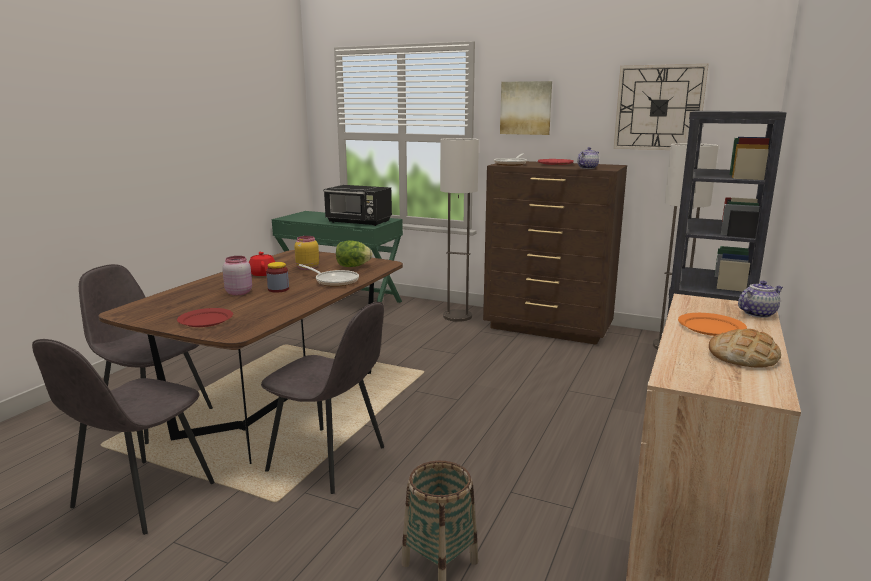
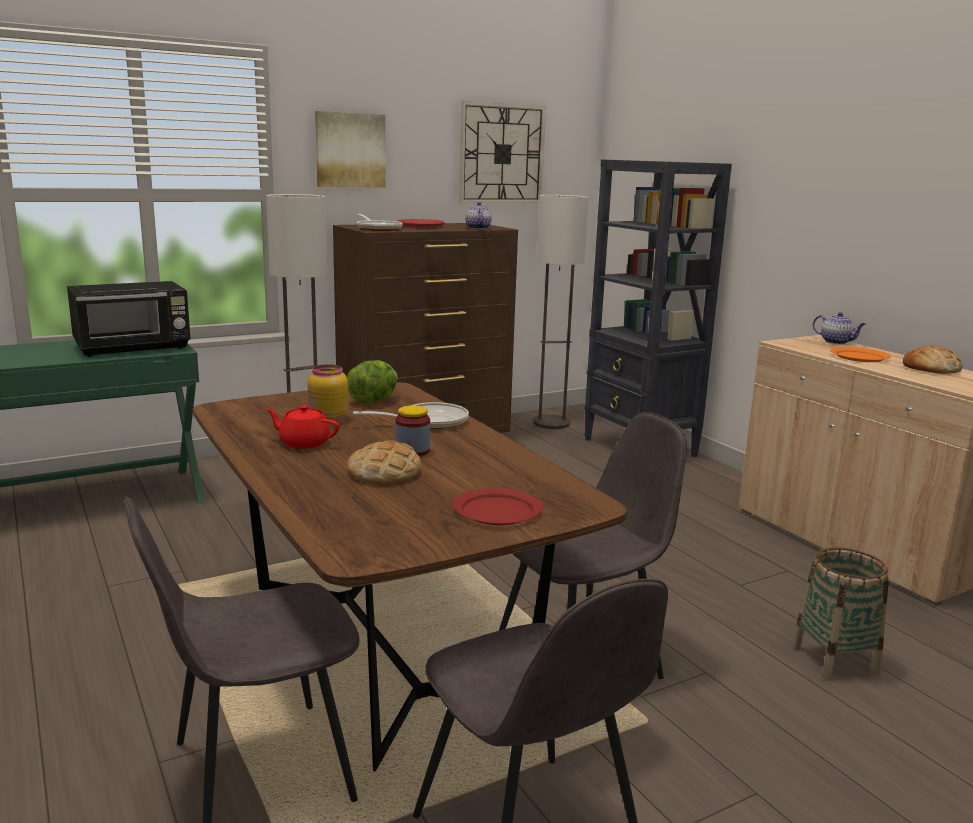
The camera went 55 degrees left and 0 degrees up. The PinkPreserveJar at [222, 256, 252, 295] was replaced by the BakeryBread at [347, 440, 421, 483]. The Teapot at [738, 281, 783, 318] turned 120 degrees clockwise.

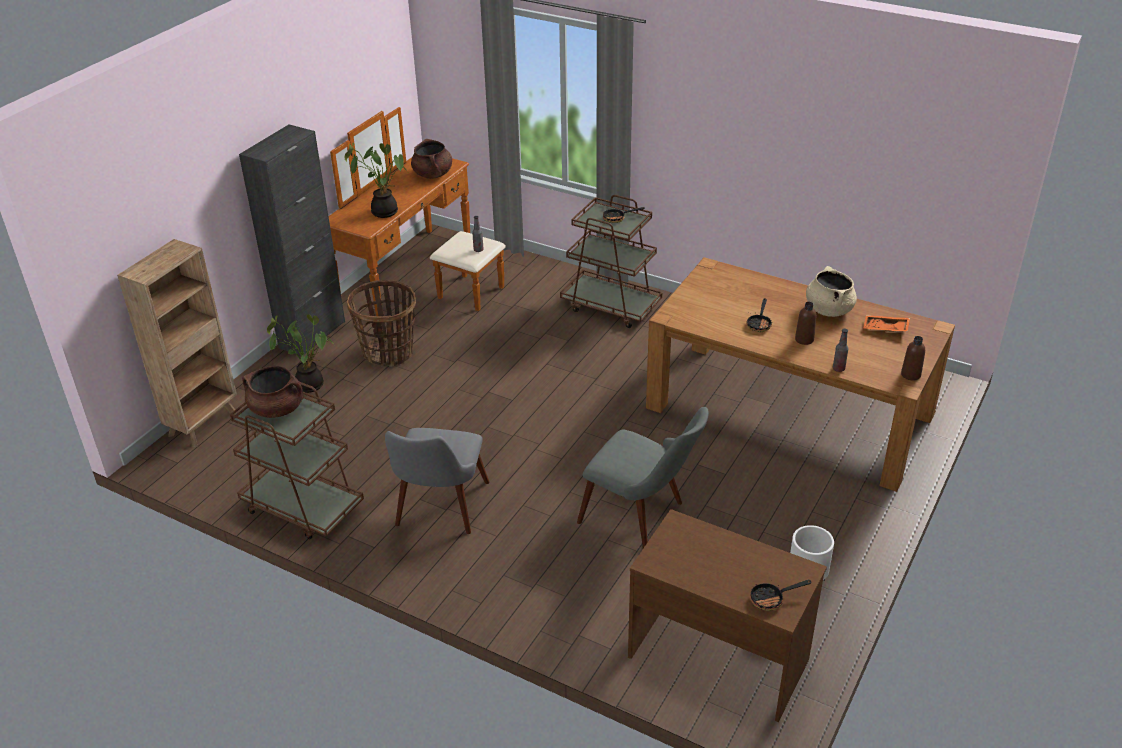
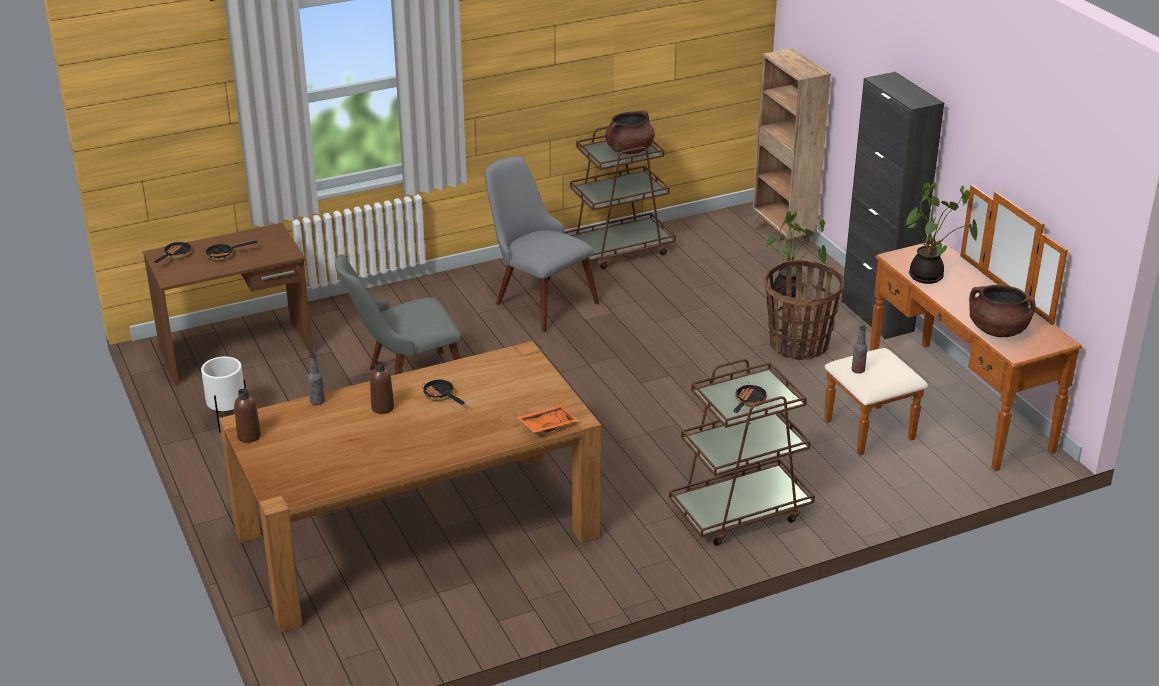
The camera went 125 degrees right and 5 degrees down. The FryingPan at [206, 240, 257, 261] appeared. The OrangeColouredTray moved from [863, 315, 910, 332] to [517, 405, 579, 433]. The BeigeColouredStockpot at [806, 266, 857, 317] disappeared.

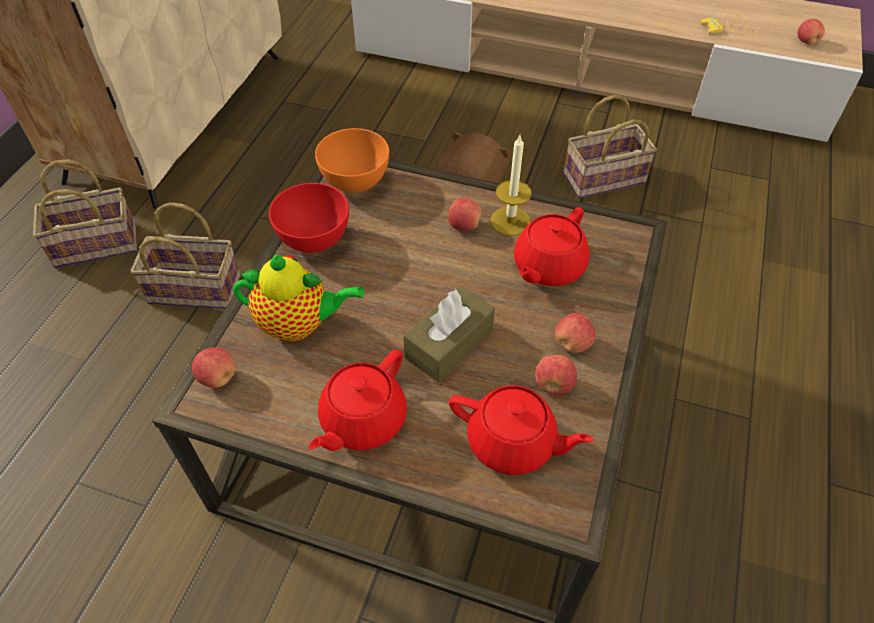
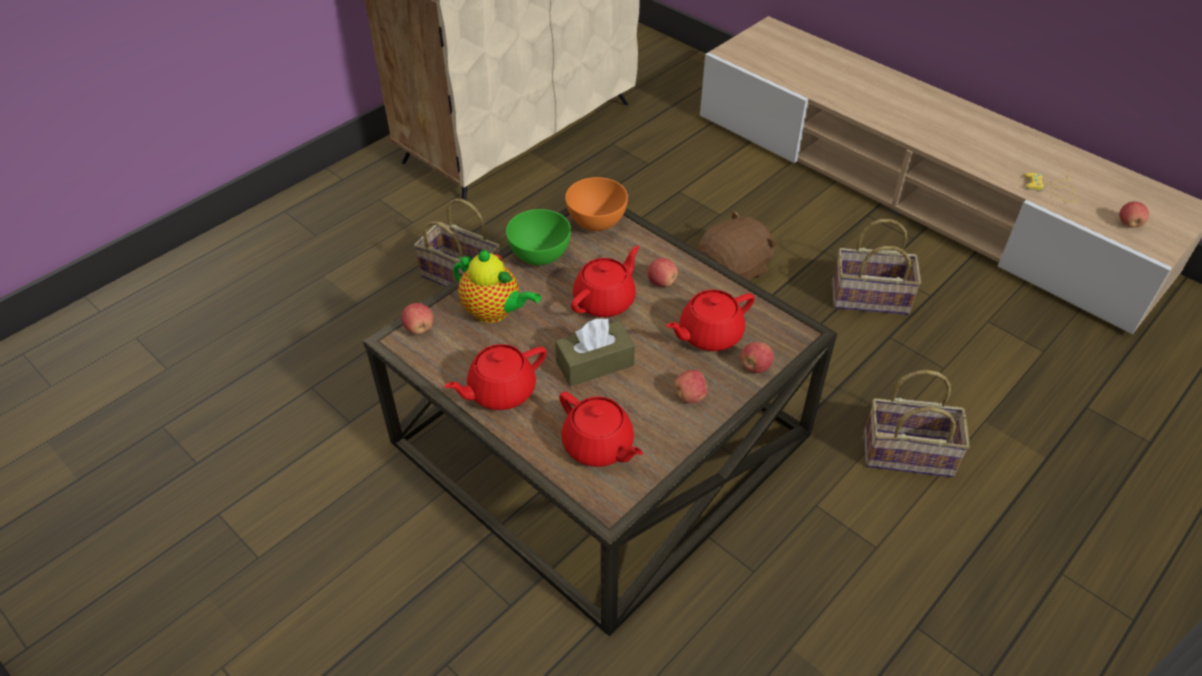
The camera went 25 degrees right and 5 degrees down. The ReddishBowl at [269, 183, 349, 253] became the GreenBowl at [506, 209, 571, 265]. The ReddishTeapot at [571, 245, 640, 317] appeared. The Apple moved from [535, 355, 577, 395] to [740, 342, 774, 373]. The StorageBasket moved from [33, 159, 137, 268] to [864, 370, 970, 477]. The WaxLight at [490, 135, 532, 236] disappeared.

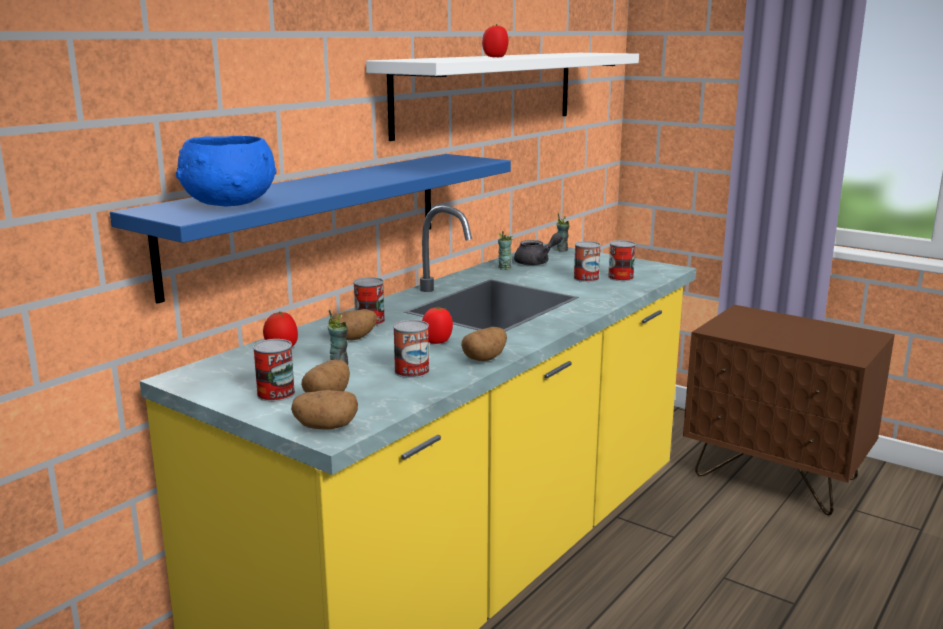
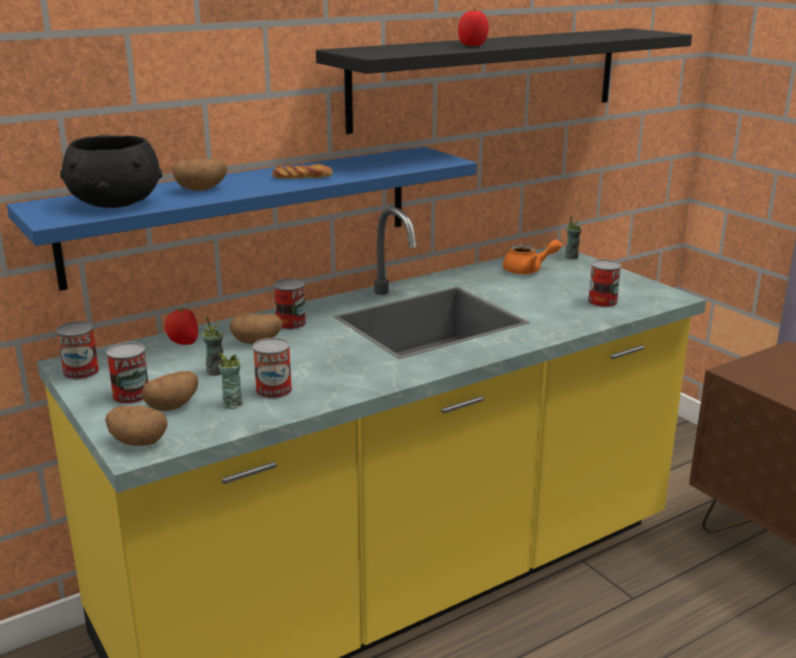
The camera went 20 degrees right and 5 degrees up. The Can moved from [574, 241, 601, 282] to [56, 321, 99, 380]. The BlueBowl at [176, 136, 277, 206] became the BlackishBowl at [60, 135, 162, 208]. The WholePotato moved from [461, 327, 507, 361] to [173, 158, 228, 191]. The DrinkingCup moved from [498, 231, 513, 270] to [218, 353, 243, 409]. The BakeryBread at [272, 164, 333, 179] appeared. The WhiteWallShelf at [366, 53, 639, 141] became the BlackishWallShelf at [316, 28, 692, 134]. The GrayTeapot at [514, 233, 563, 266] became the OrangeColouredTeapot at [503, 239, 562, 274]. The Tomato at [422, 307, 453, 344] disappeared.

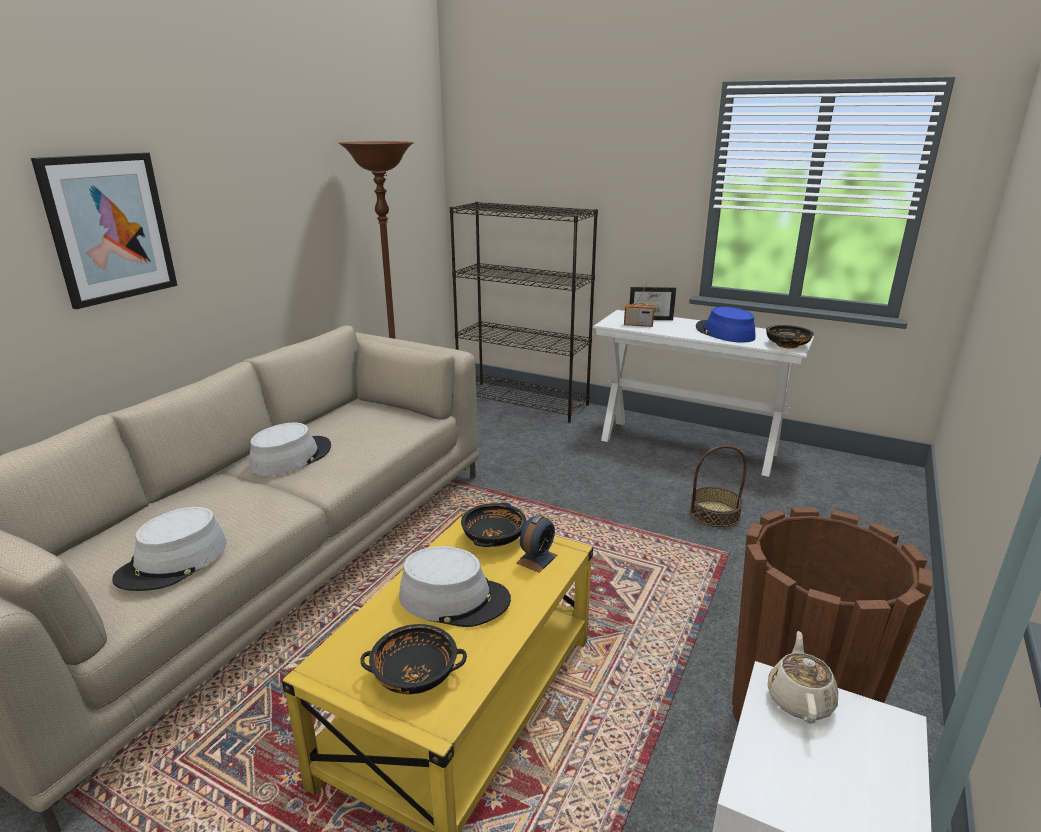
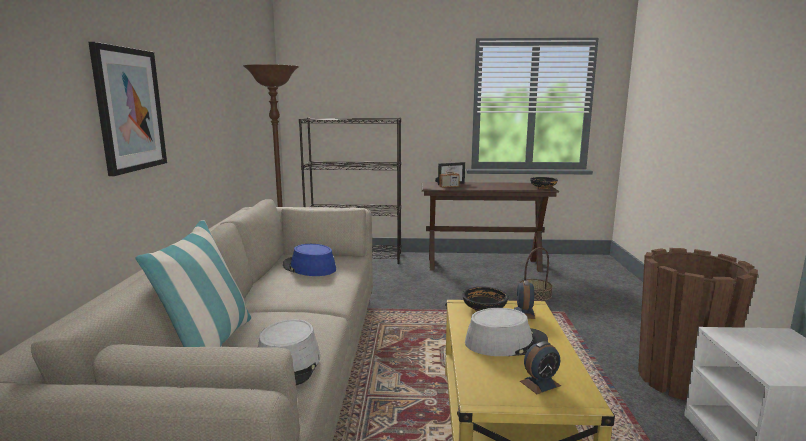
The camera went 25 degrees left and 10 degrees down. The Cushion at [135, 220, 251, 347] appeared. The BlueClothingHat moved from [696, 307, 755, 343] to [283, 244, 336, 276]. The WhiteConsoleTable at [593, 310, 814, 477] became the BrownColouredConsoleTable at [422, 182, 559, 272]. The BlackishBowl at [361, 624, 467, 694] was replaced by the AlarmClock at [520, 341, 561, 394]. The GrayClothingHat at [249, 423, 331, 476] disappeared. The BeigeColouredTeapot at [767, 631, 838, 724] disappeared.

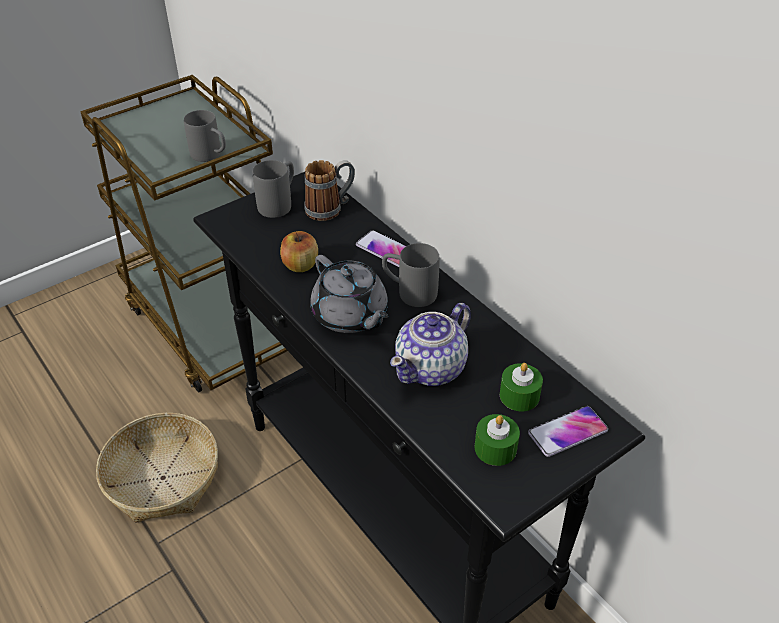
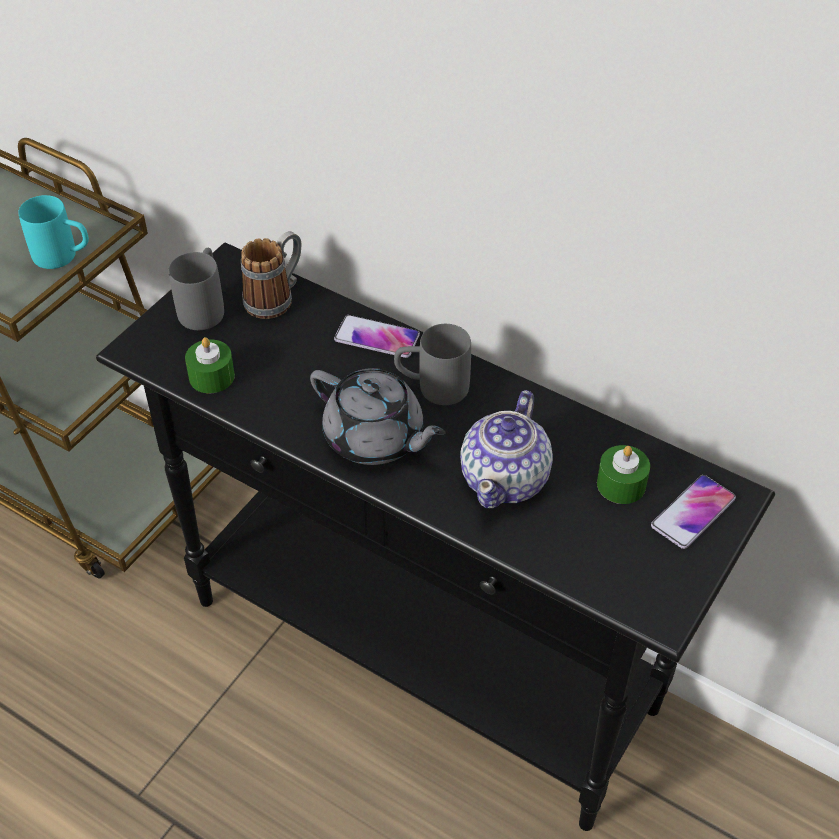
The camera went 20 degrees left and 5 degrees up. The GrayMug at [184, 110, 226, 162] became the TurquoiseColouredMug at [18, 195, 89, 269]. The GreenWaxLight moved from [475, 414, 520, 466] to [185, 337, 235, 393]. The StorageBasket at [96, 413, 218, 523] disappeared. The Apple at [280, 231, 318, 272] disappeared.

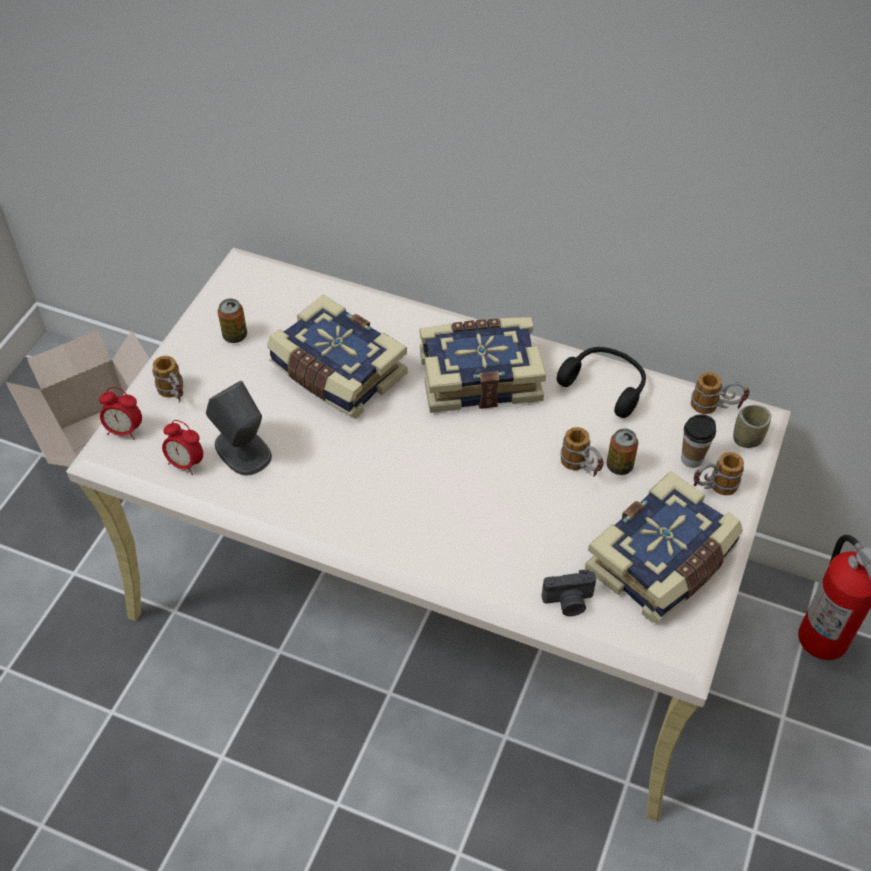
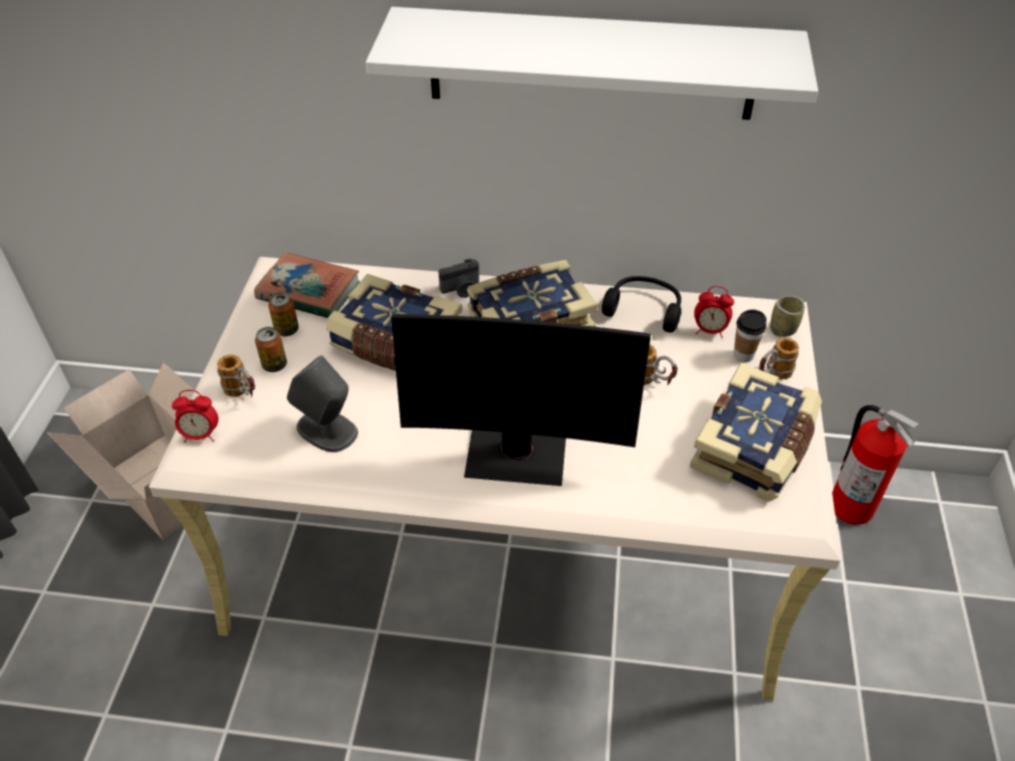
The camera went 15 degrees left and 5 degrees down. The Book at [254, 252, 360, 318] appeared. The Can moved from [607, 428, 638, 475] to [255, 327, 287, 372]. The WhiteWallShelf at [366, 7, 818, 120] appeared. The Monitor at [391, 314, 651, 486] appeared. The StillCamera moved from [542, 570, 596, 616] to [439, 258, 479, 298]. The AlarmClock moved from [162, 420, 203, 475] to [694, 286, 734, 338]. The Mug at [691, 372, 750, 414] disappeared.

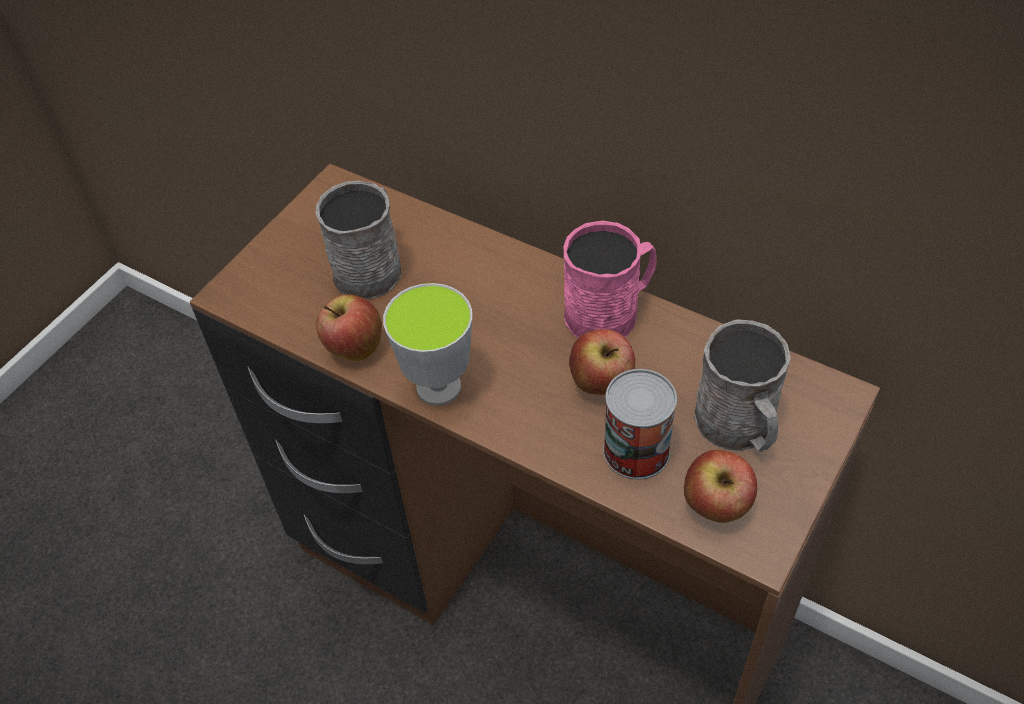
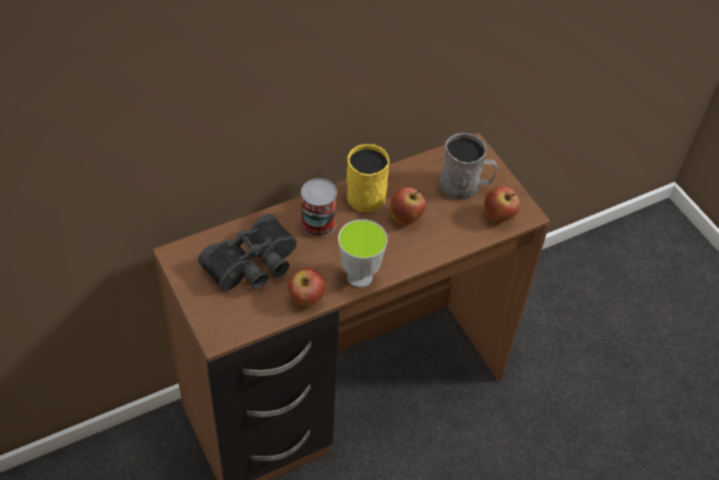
The camera went 65 degrees left and 0 degrees up. The GrayMug at [315, 181, 401, 299] was replaced by the BlackishBinoculars at [198, 214, 297, 291]. The Can moved from [603, 369, 677, 480] to [301, 178, 337, 237]. The PinkMug at [564, 220, 657, 338] became the YellowMug at [347, 144, 390, 212].

